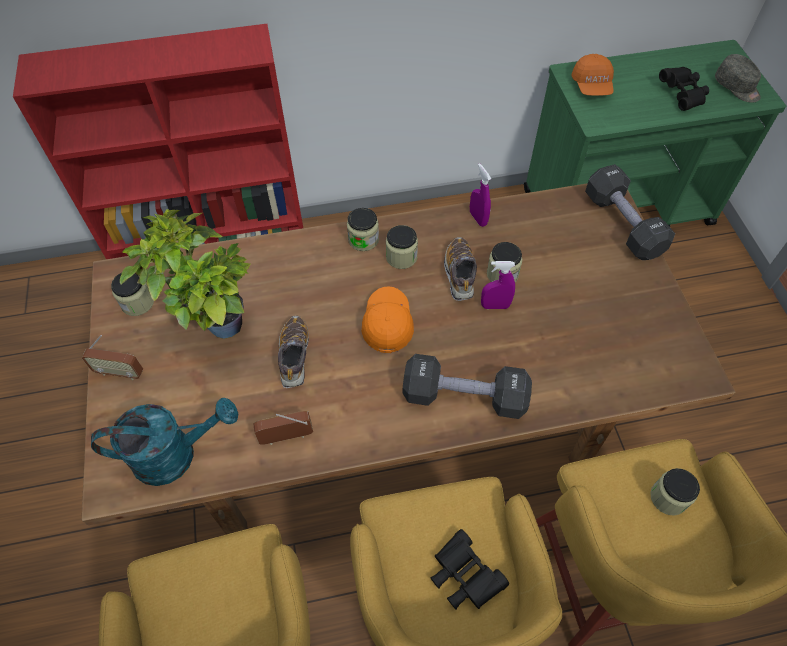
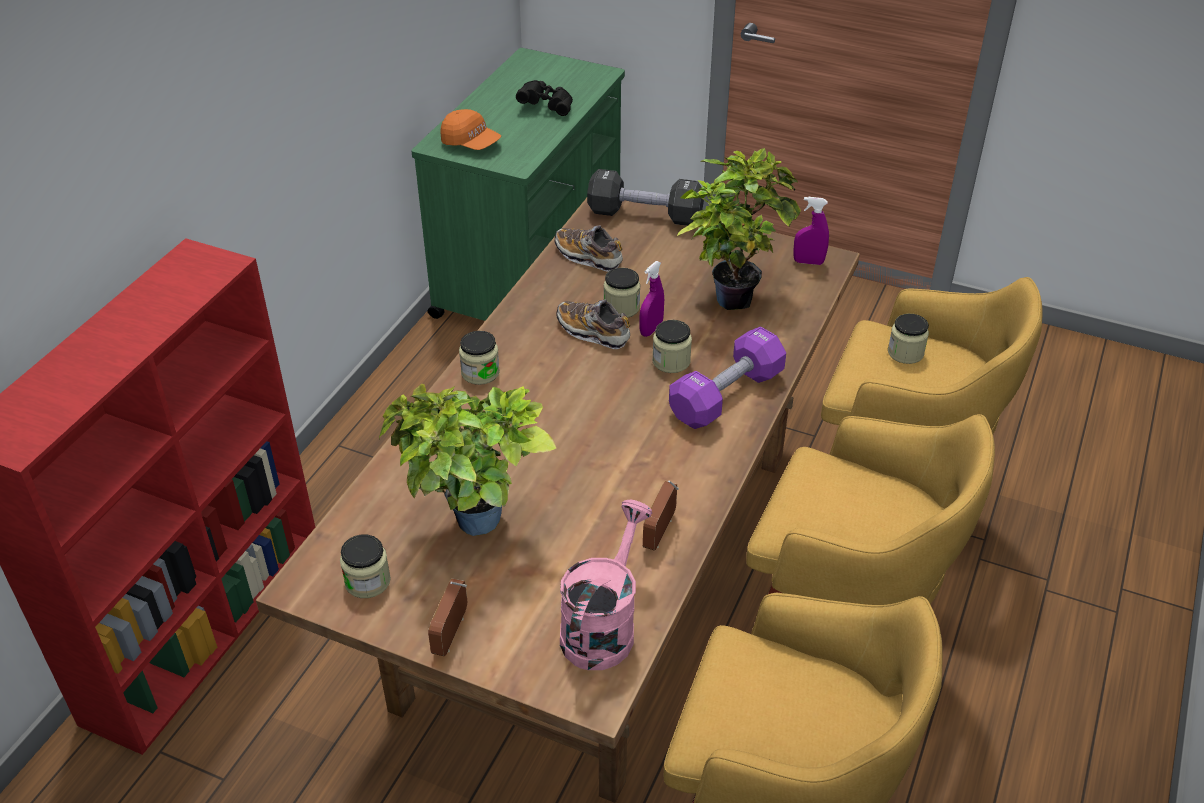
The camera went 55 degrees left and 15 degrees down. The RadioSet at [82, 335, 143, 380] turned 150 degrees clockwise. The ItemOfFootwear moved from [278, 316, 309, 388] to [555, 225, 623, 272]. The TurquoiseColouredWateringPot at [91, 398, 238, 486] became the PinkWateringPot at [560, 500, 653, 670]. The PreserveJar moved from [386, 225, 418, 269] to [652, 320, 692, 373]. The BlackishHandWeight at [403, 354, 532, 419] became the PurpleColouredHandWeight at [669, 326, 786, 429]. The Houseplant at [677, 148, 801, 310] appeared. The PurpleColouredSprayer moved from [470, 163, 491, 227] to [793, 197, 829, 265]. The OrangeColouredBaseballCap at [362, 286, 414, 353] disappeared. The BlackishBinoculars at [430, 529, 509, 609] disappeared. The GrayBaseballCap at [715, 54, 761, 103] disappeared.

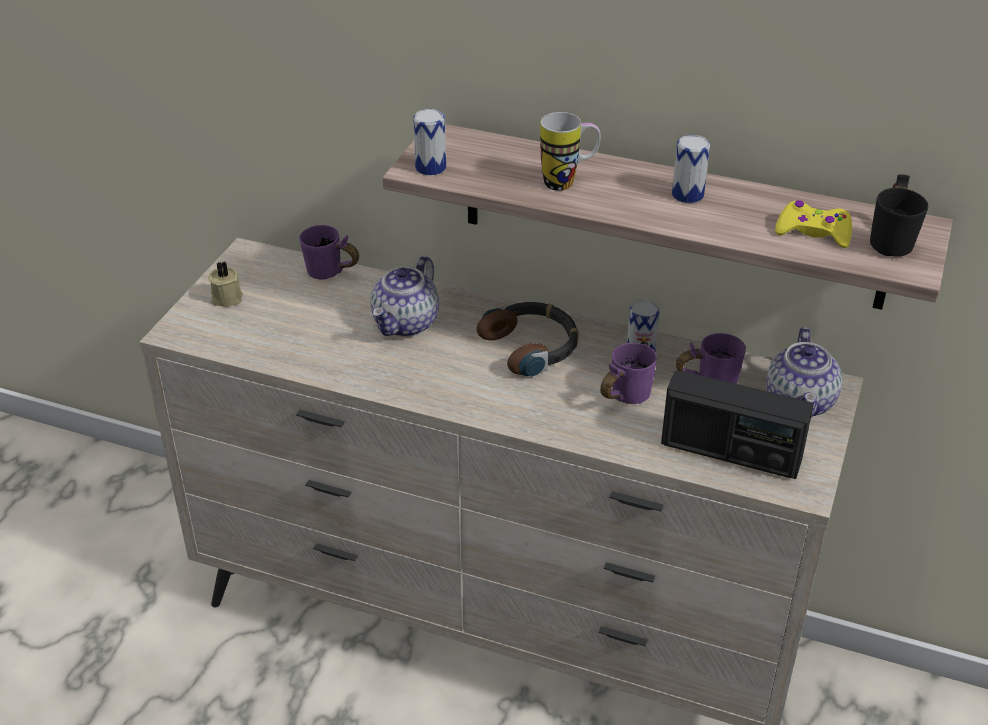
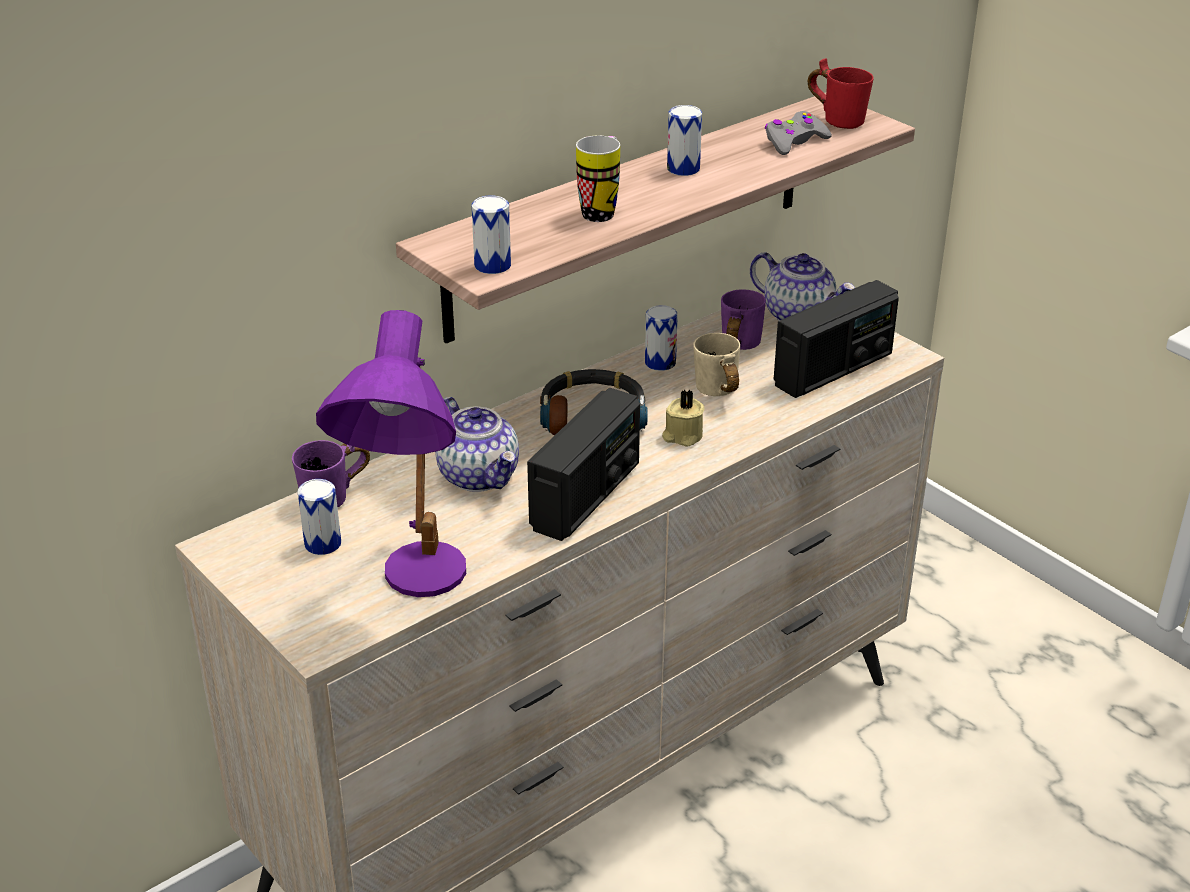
The camera went 60 degrees left and 5 degrees down. The Can at [298, 479, 341, 555] appeared. The PurpleColouredTabletopLamp at [316, 310, 466, 597] appeared. The RadioSet at [527, 388, 640, 541] appeared. The BeigeColouredWaxLight moved from [208, 261, 243, 307] to [662, 390, 704, 447]. The PurpleColouredMug at [600, 343, 657, 404] became the BeigeColouredMug at [693, 333, 740, 396]. The YellowJoypad at [775, 200, 852, 248] became the GrayJoypad at [765, 111, 832, 155]. The BlackishMug at [870, 174, 928, 257] became the ReddishMug at [808, 58, 874, 129].

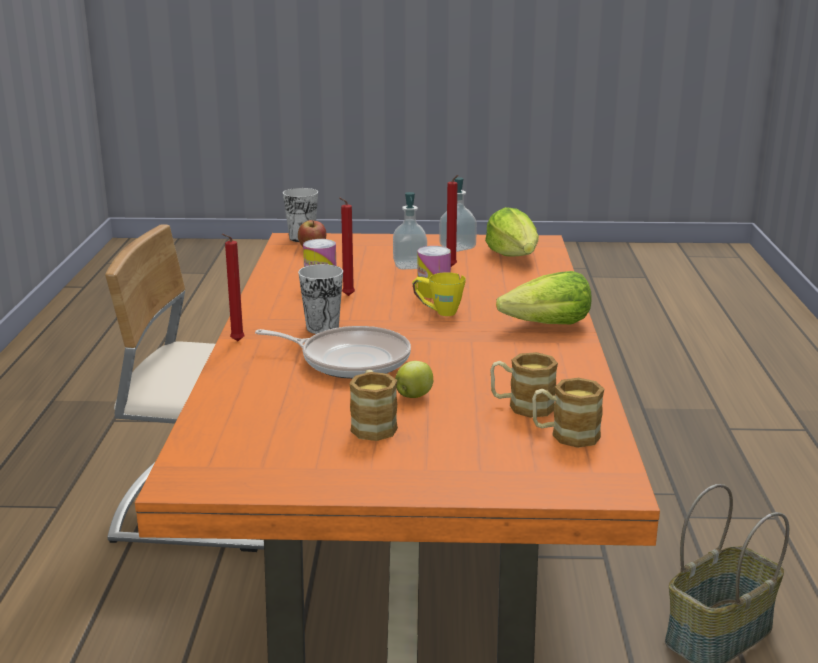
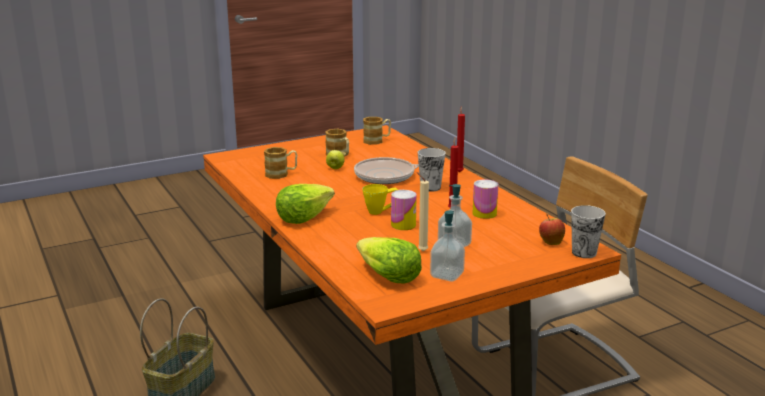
The camera went 150 degrees right and 0 degrees up. The Mug moved from [532, 378, 604, 448] to [363, 117, 391, 145]. The ReddishWaxLight at [447, 175, 458, 267] became the BeigeColouredWaxLight at [417, 172, 429, 251].

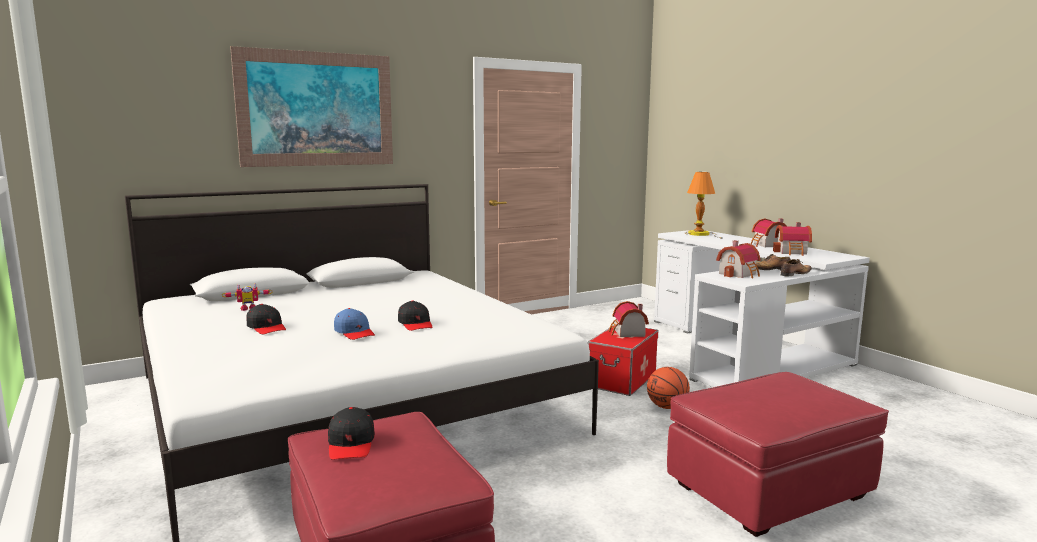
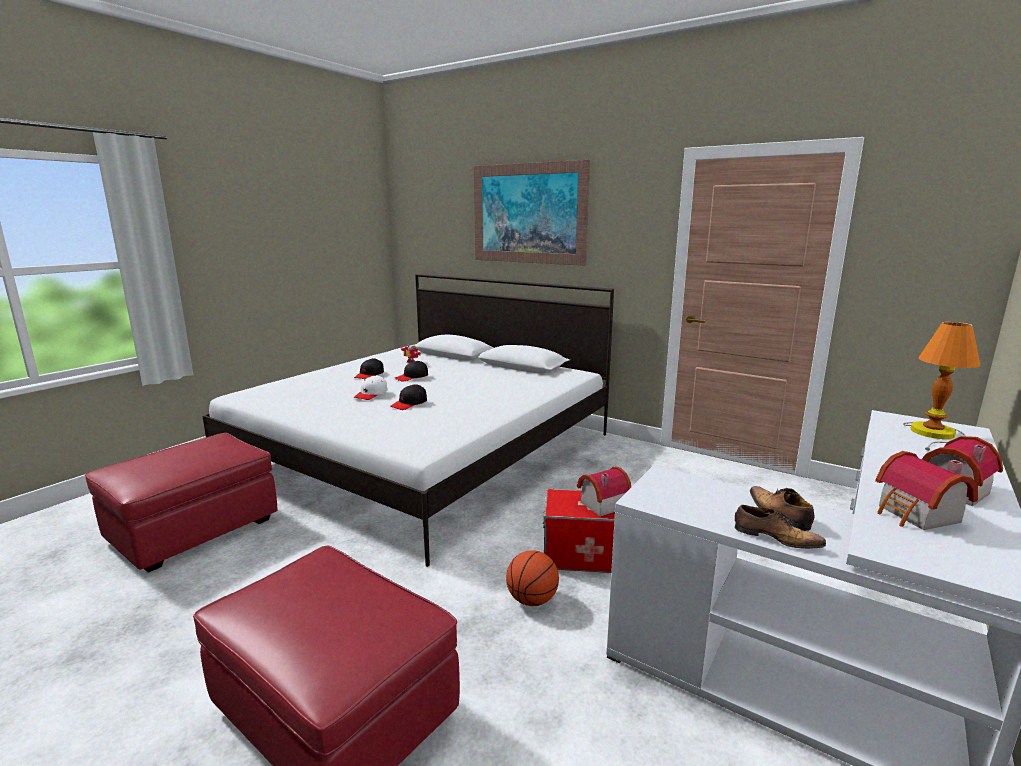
The camera went 65 degrees right and 5 degrees up. The BlueBaseballCap at [334, 308, 375, 340] became the WhiteBaseballCap at [354, 375, 387, 400]. The BlackishBaseballCap moved from [328, 407, 375, 460] to [395, 361, 428, 382]. The MiniatureHouse at [716, 240, 761, 278] disappeared.

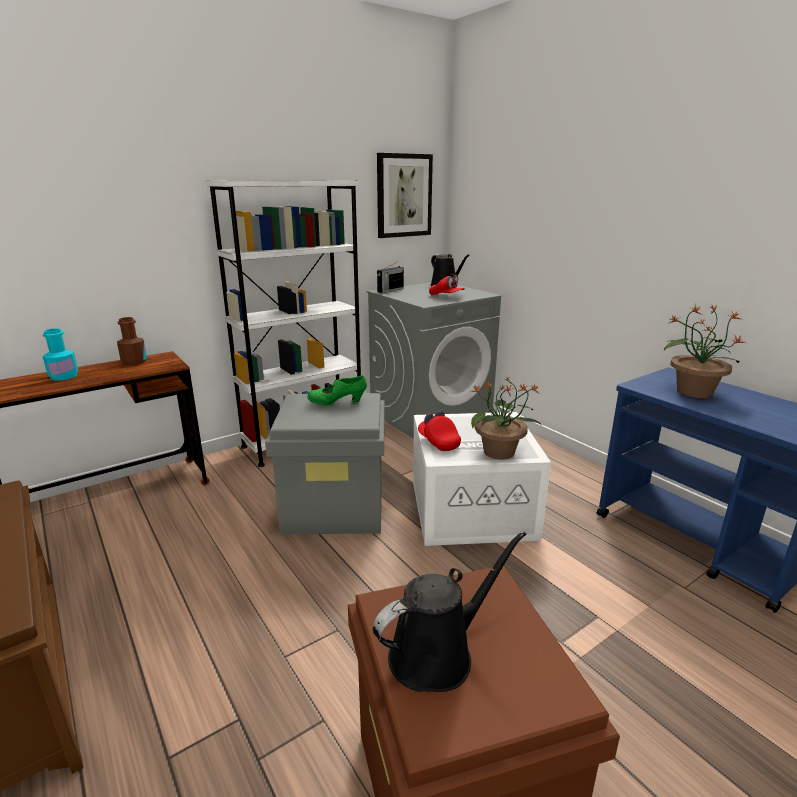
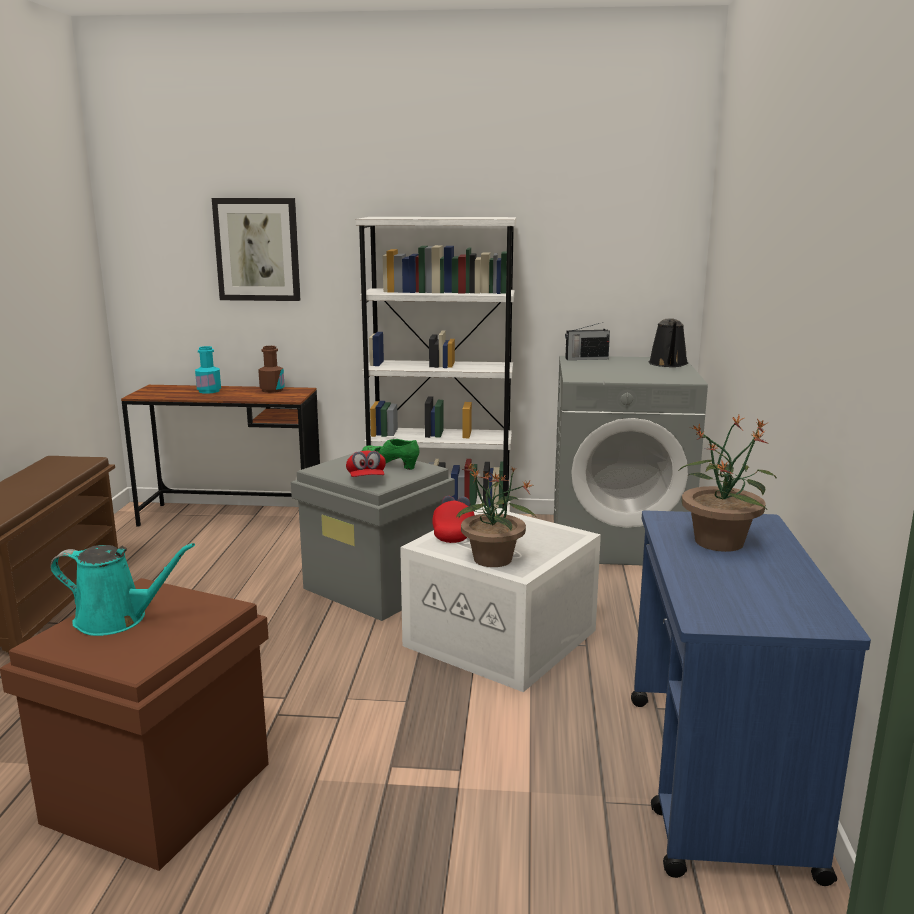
The camera went 40 degrees right and 5 degrees down. The BlackishWateringPot at [373, 531, 526, 692] became the TurquoiseColouredWateringPot at [50, 543, 195, 636]. The WallPicture moved from [377, 153, 433, 238] to [212, 198, 300, 301]. The ReddishBaseballCap moved from [429, 275, 465, 295] to [346, 451, 386, 477].

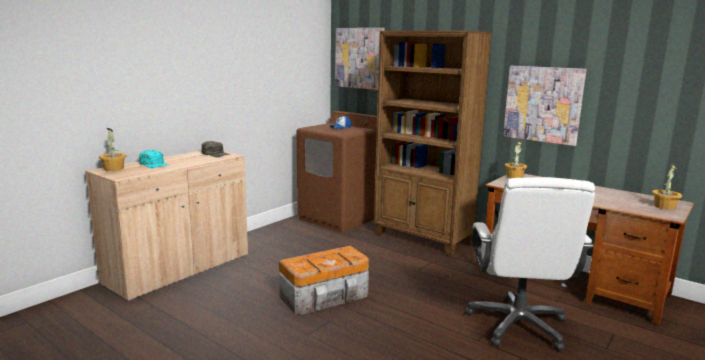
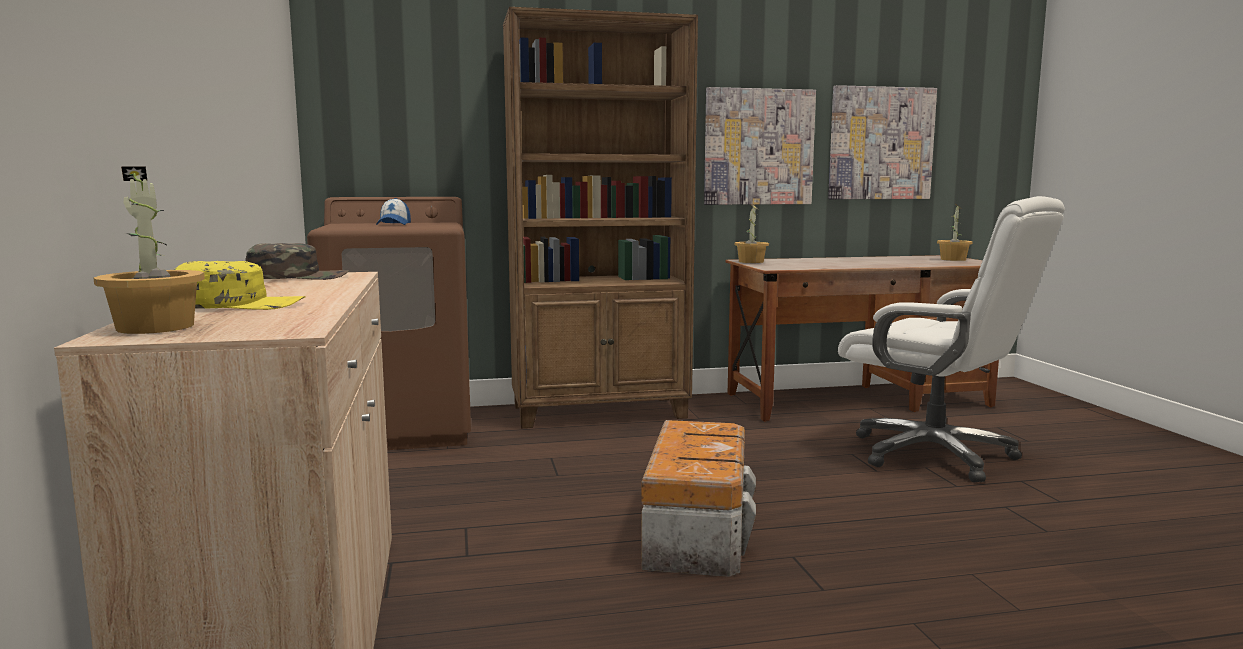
The camera went 50 degrees left and 5 degrees down. The TurquoiseColouredBaseballCap at [139, 150, 170, 168] became the YellowBaseballCap at [173, 261, 306, 310]. The WallPicture moved from [335, 28, 385, 90] to [828, 85, 937, 199].

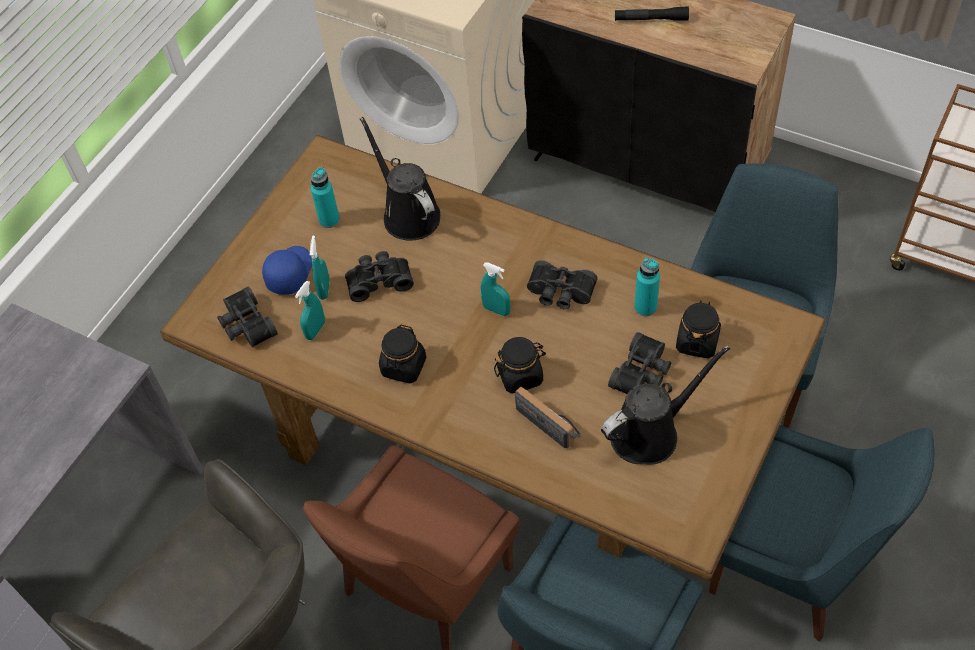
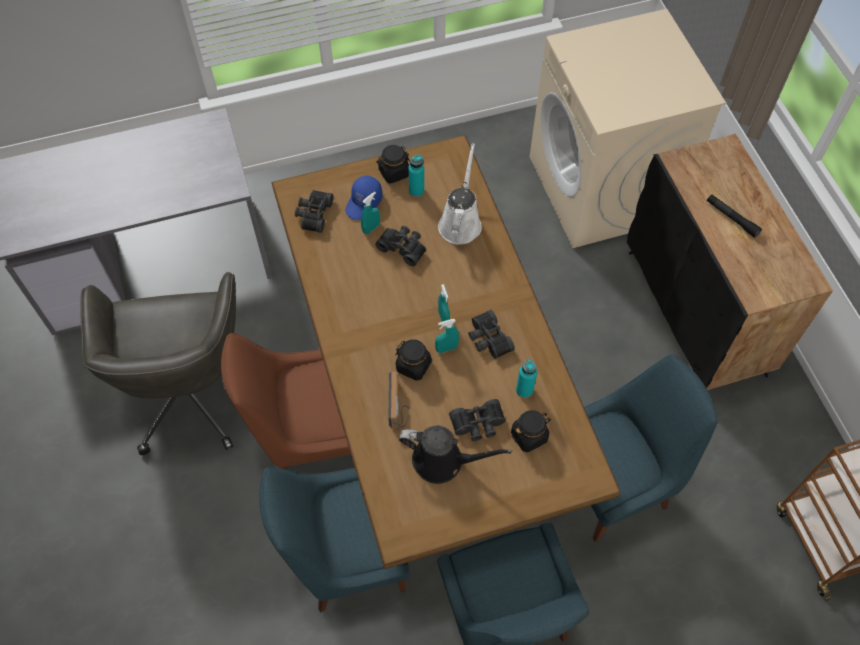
The camera went 40 degrees right and 5 degrees up. The BlueBaseballCap at [262, 246, 312, 295] turned 150 degrees clockwise. The BlackishPreserveJar moved from [379, 325, 426, 383] to [376, 145, 410, 184]. The TurquoiseColouredSprayer moved from [295, 281, 325, 340] to [435, 319, 459, 353]. The BlackishWateringPot at [360, 117, 440, 241] became the WhiteWateringPot at [438, 143, 482, 245].

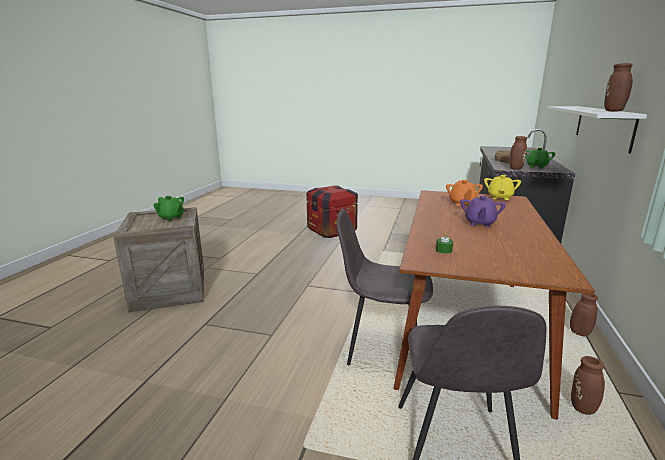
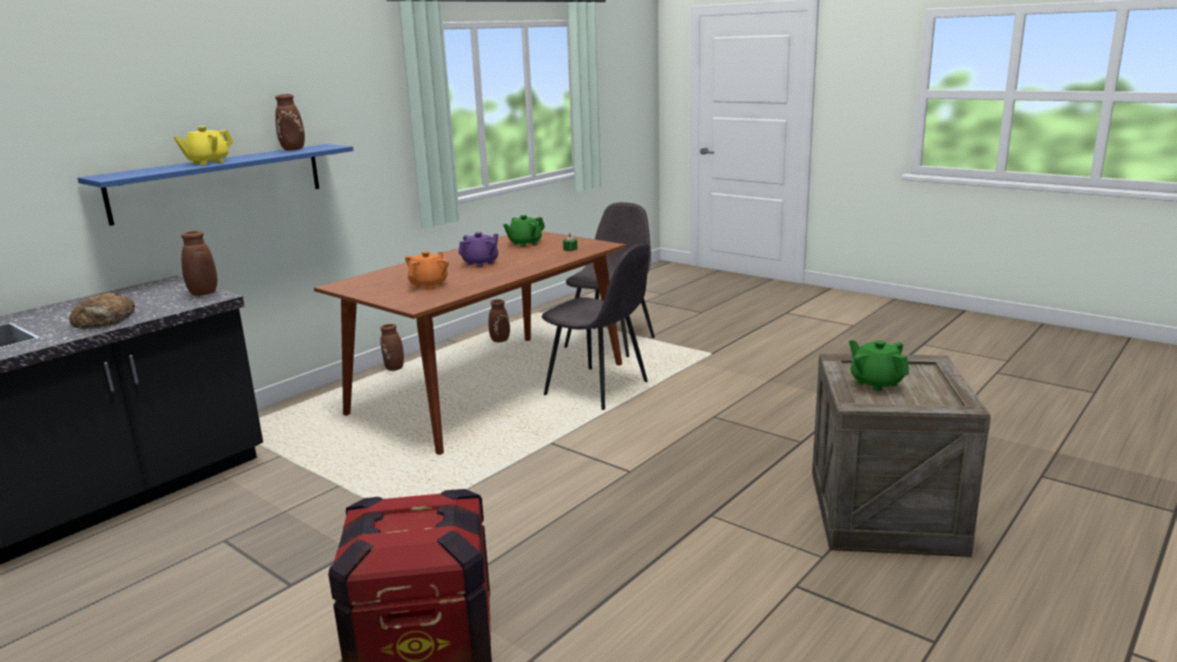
The camera went 155 degrees left and 0 degrees up. The WhiteWallShelf at [547, 106, 647, 153] became the BlueWallShelf at [77, 144, 353, 226]. The YellowTeapot moved from [484, 175, 521, 200] to [174, 126, 233, 165]. The GreenTeapot moved from [526, 148, 556, 169] to [503, 215, 545, 247].

